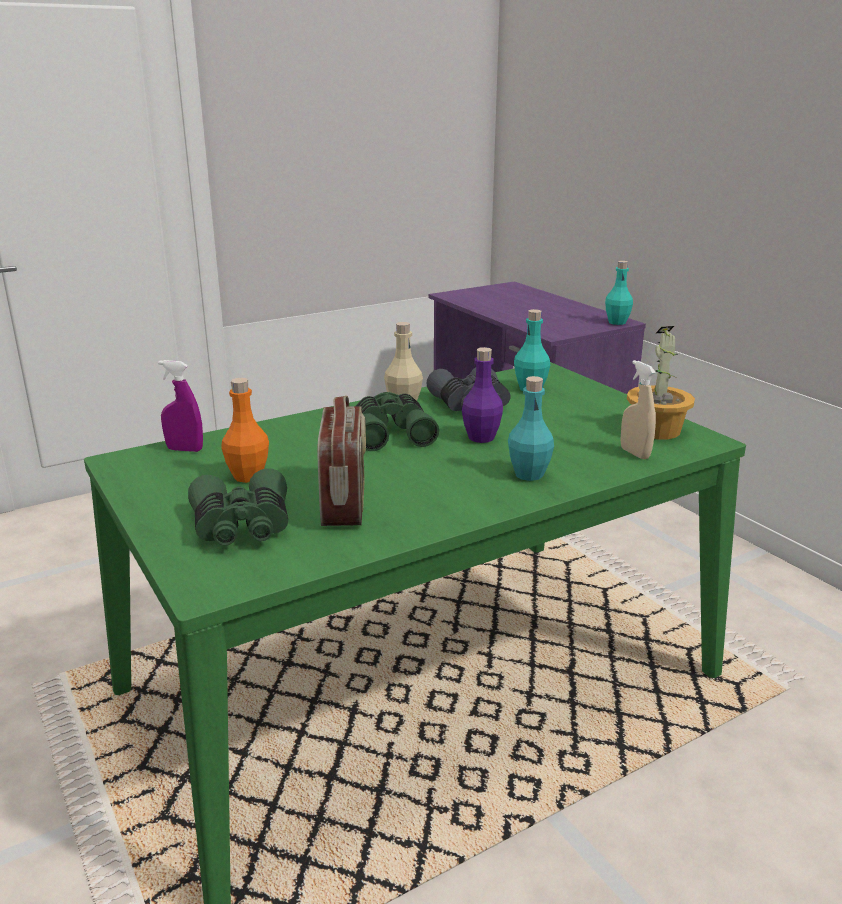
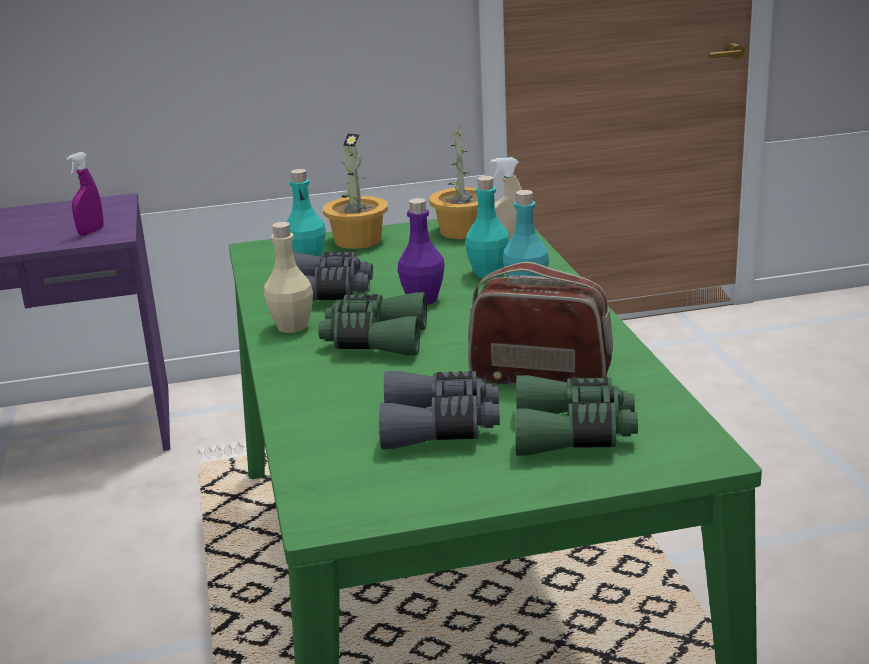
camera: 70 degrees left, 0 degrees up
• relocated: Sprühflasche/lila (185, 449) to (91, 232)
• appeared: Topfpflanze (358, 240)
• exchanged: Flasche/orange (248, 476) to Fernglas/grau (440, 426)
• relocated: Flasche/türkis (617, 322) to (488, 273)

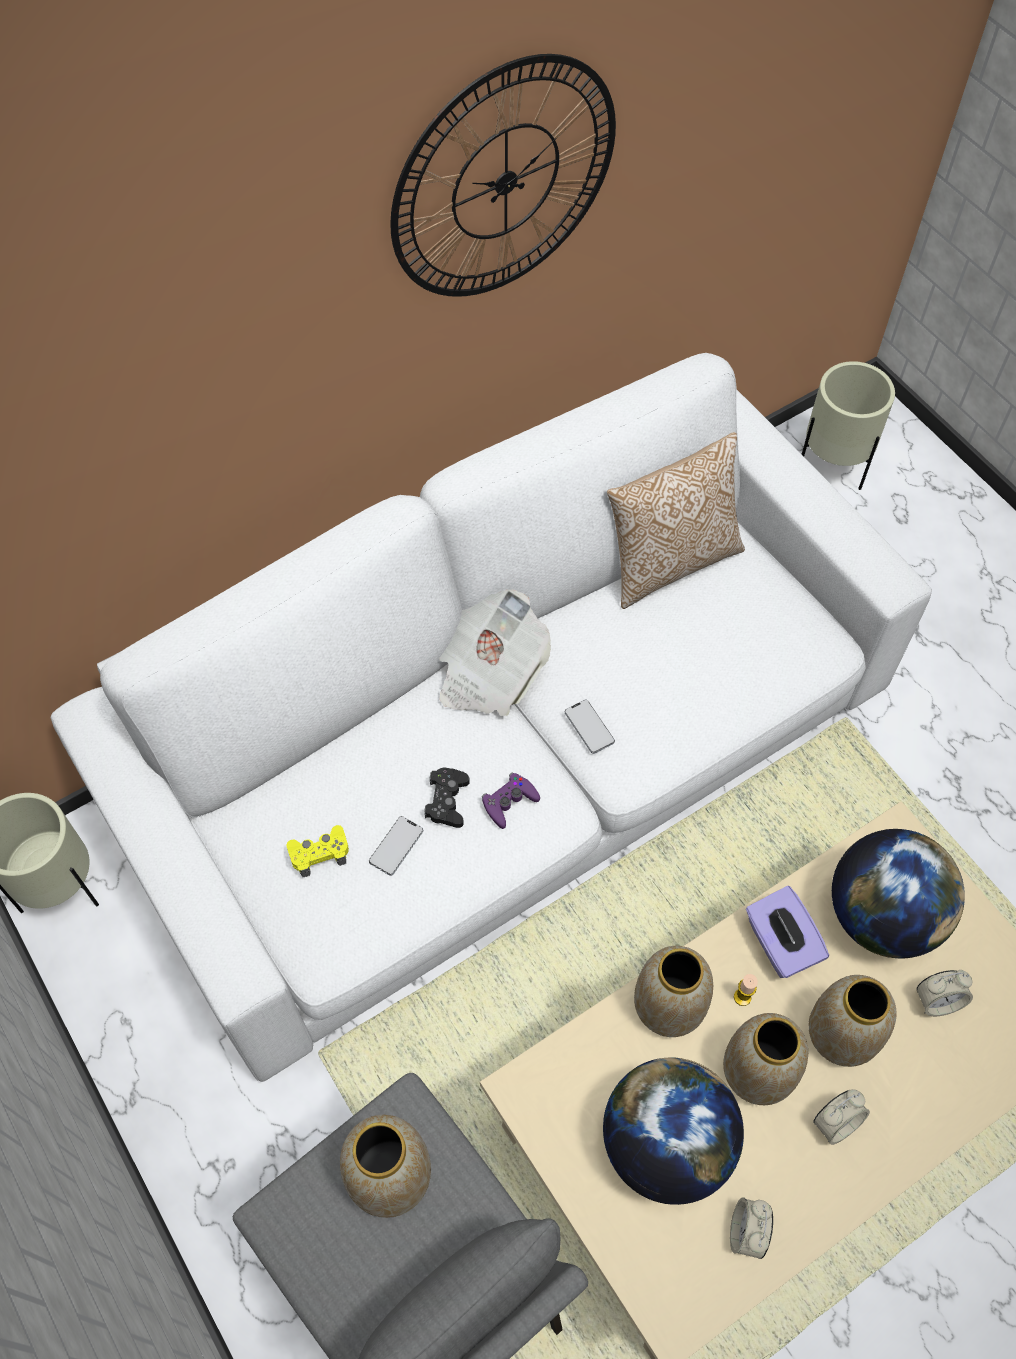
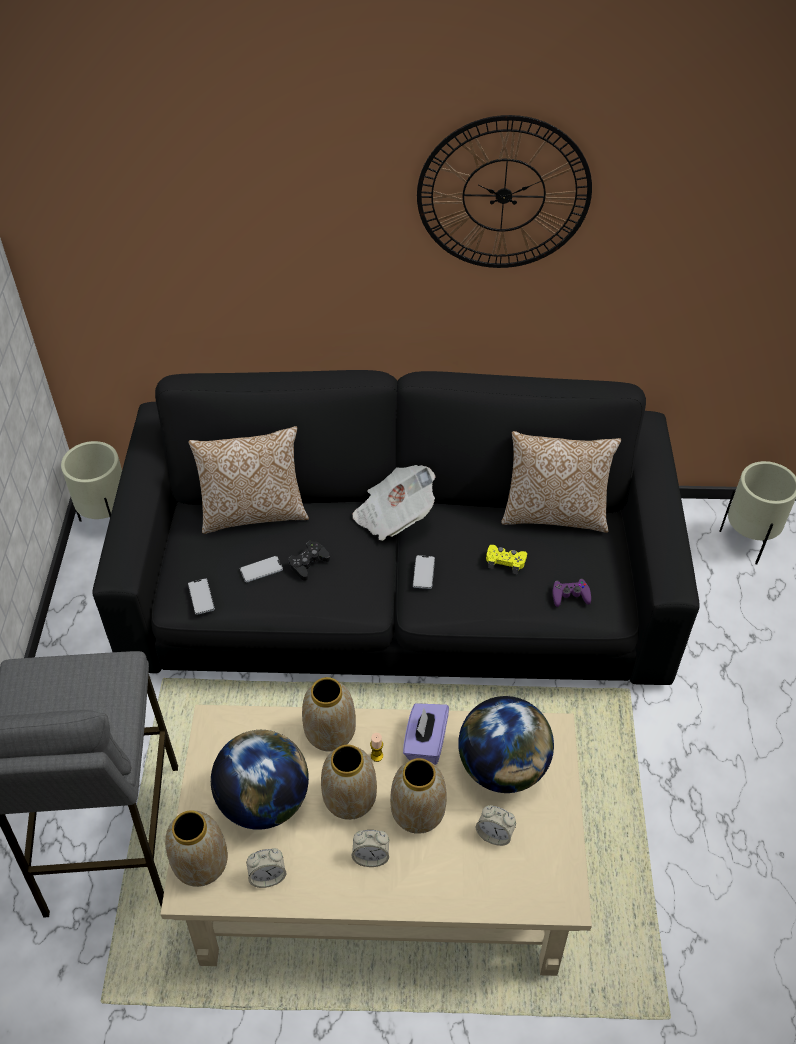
camera: 35 degrees right, 10 degrees down
• colour: Sofa/weiß (507, 751) to Sofa/schwarz (398, 588)
• relocated: Vase (389, 1175) to (202, 863)
• appeared: Kissen (254, 513)
• appeared: Handy (201, 597)
• spun: Wecker (747, 1232) = (267, 876) 150 degrees counterclockwise
• relocated: Gamepad/gelb (319, 853) to (505, 561)
• relocated: Gamepad/lila (509, 802) to (570, 595)

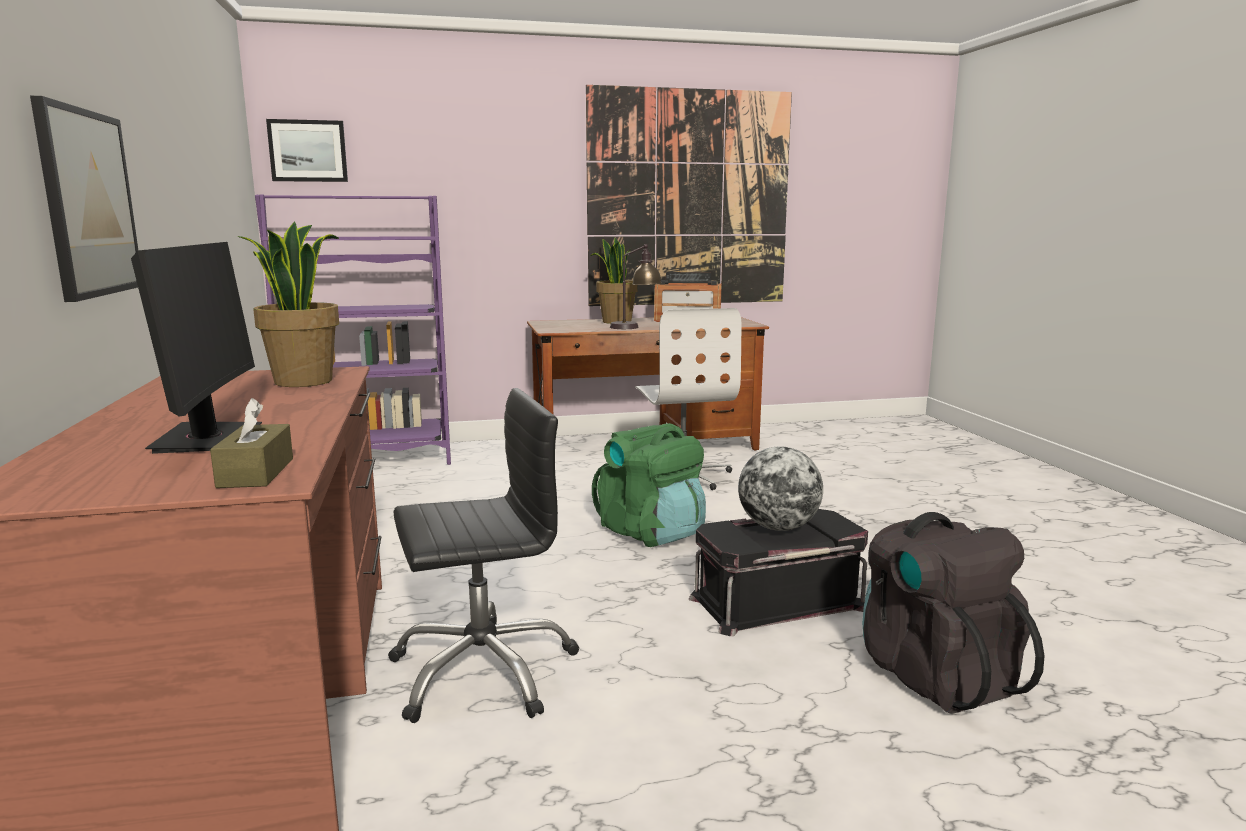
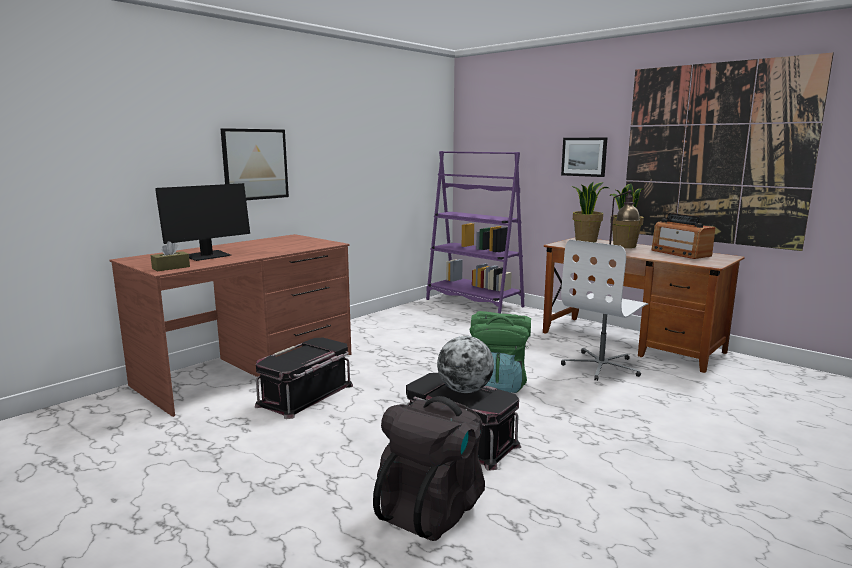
camera: 55 degrees right, 0 degrees up
• exchanged: Bürostuhl/schwarz (482, 670) to Aufbewahrungsbox/schwarz (306, 395)
• relocated: Bild (308, 151) to (584, 157)
• relocated: Topfpflanze (303, 381) to (586, 241)

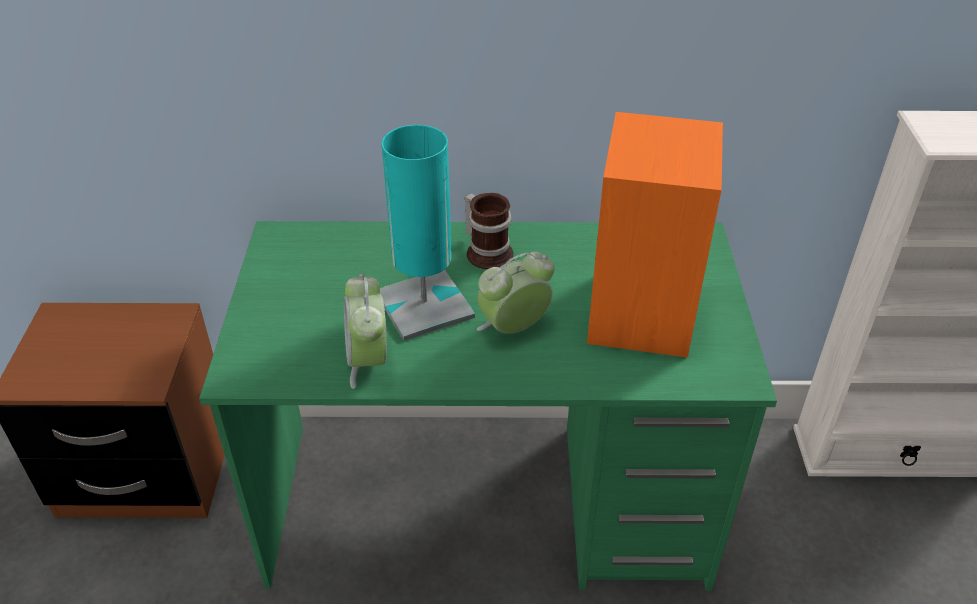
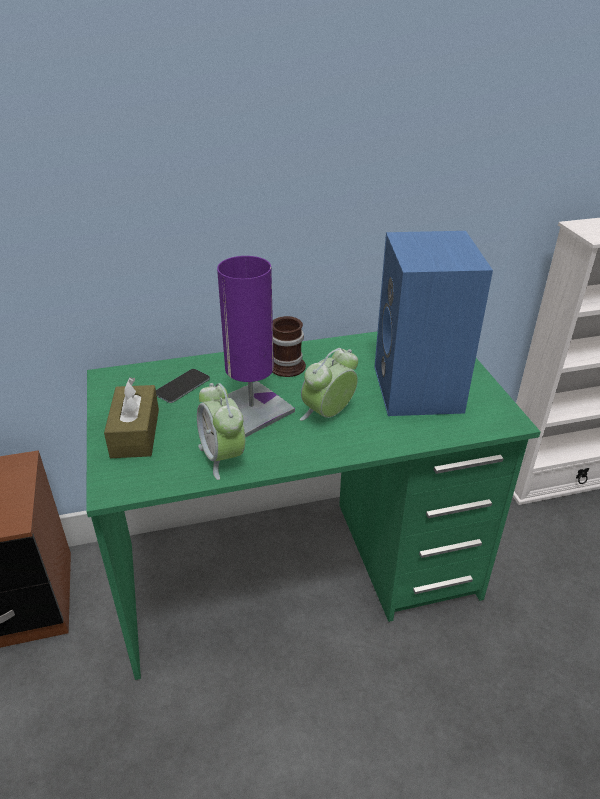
camera: 15 degrees left, 5 degrees down
• appeared: Taschentuchbox/braun (135, 433)
• appeared: Handy (182, 386)
• colour: Tischlampe/türkis (424, 305) to Tischlampe/lila (251, 409)
• colour: Lautsprecher/orange (643, 315) to Lautsprecher/blau (420, 390)

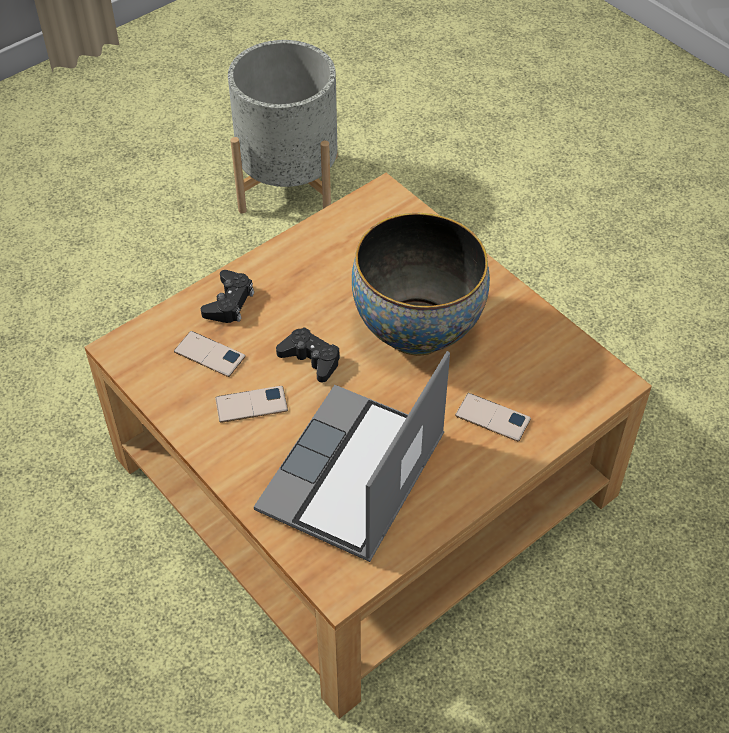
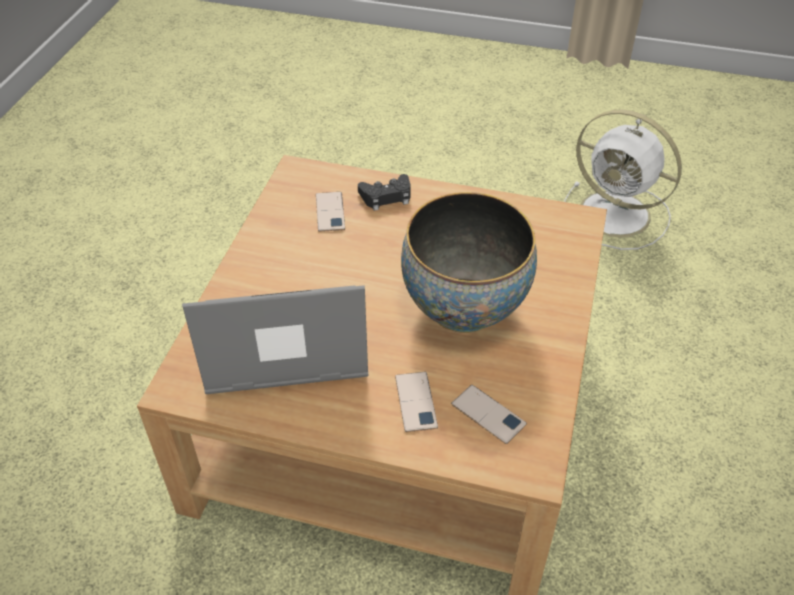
camera: 55 degrees right, 5 degrees down
• relocated: Handy (251, 404) to (488, 414)
• exchanged: Pflanzkübel/grau (289, 183) to Ventilator/weiß (617, 215)
• missing: Gamepad/schwarz (311, 359)

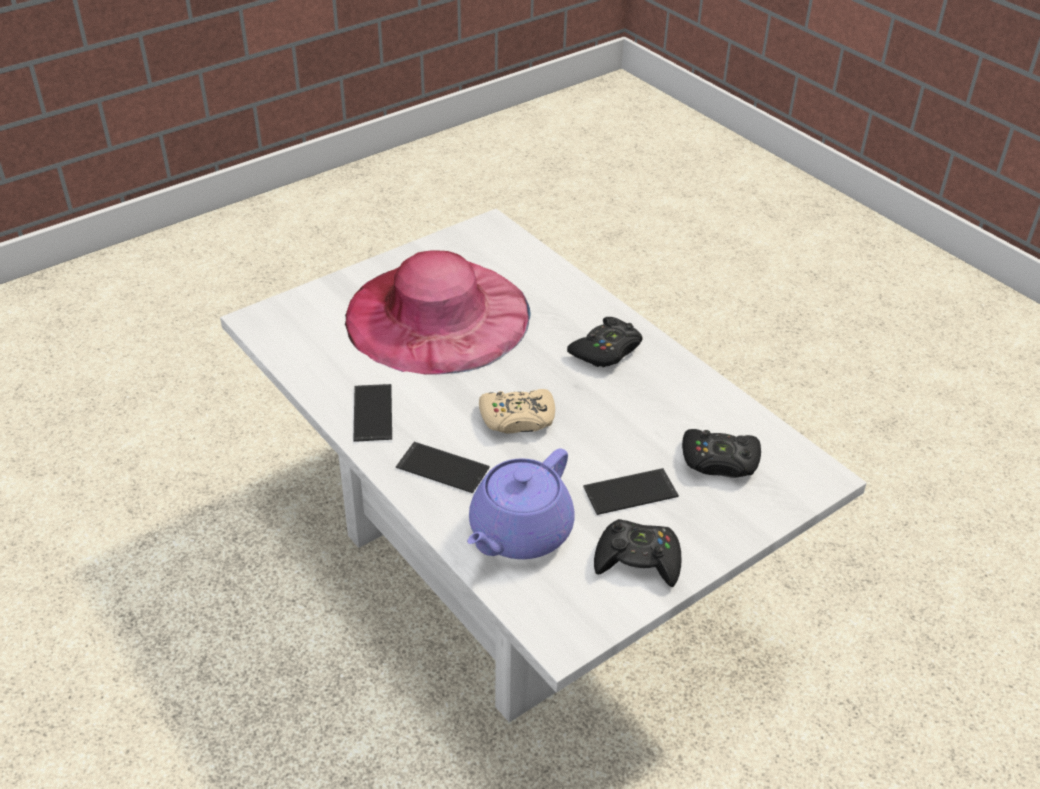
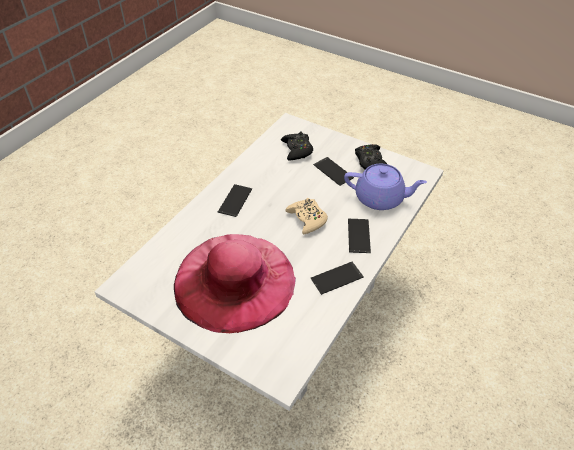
camera: 110 degrees left, 5 degrees up
• exchanged: Gamepad/schwarz (606, 350) to Handy (235, 200)

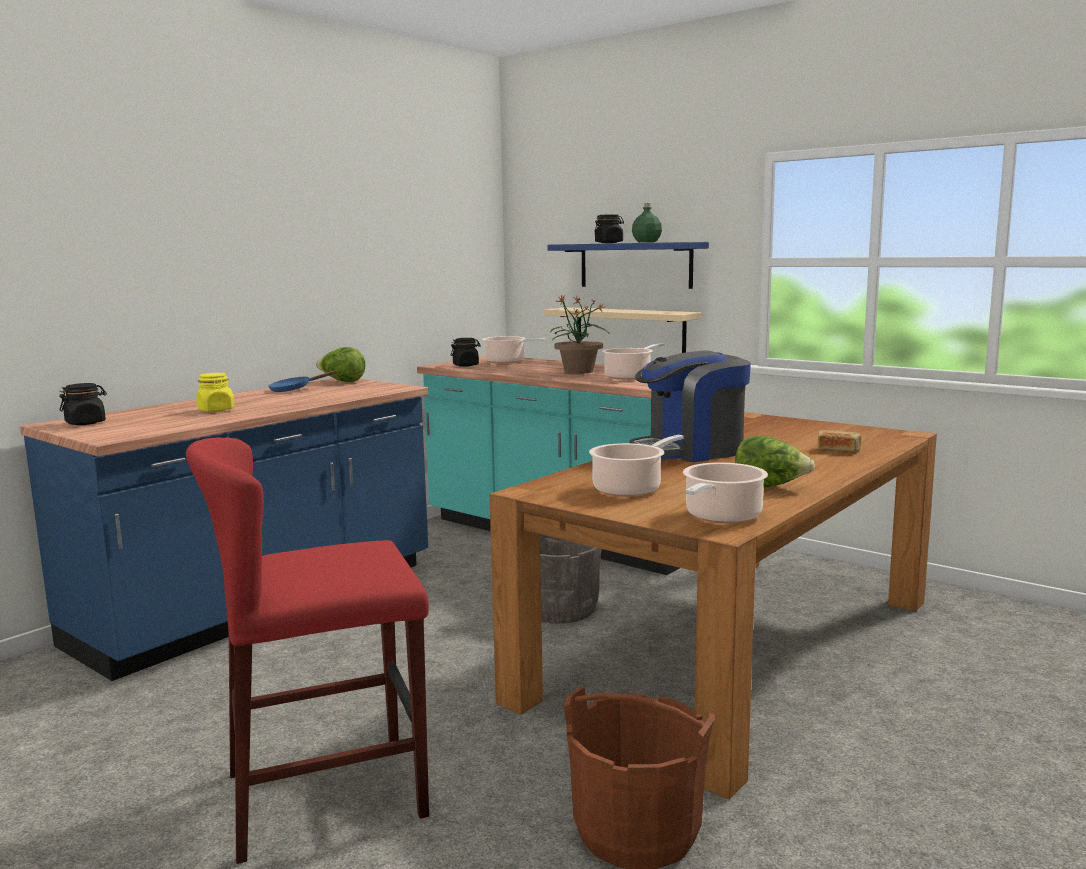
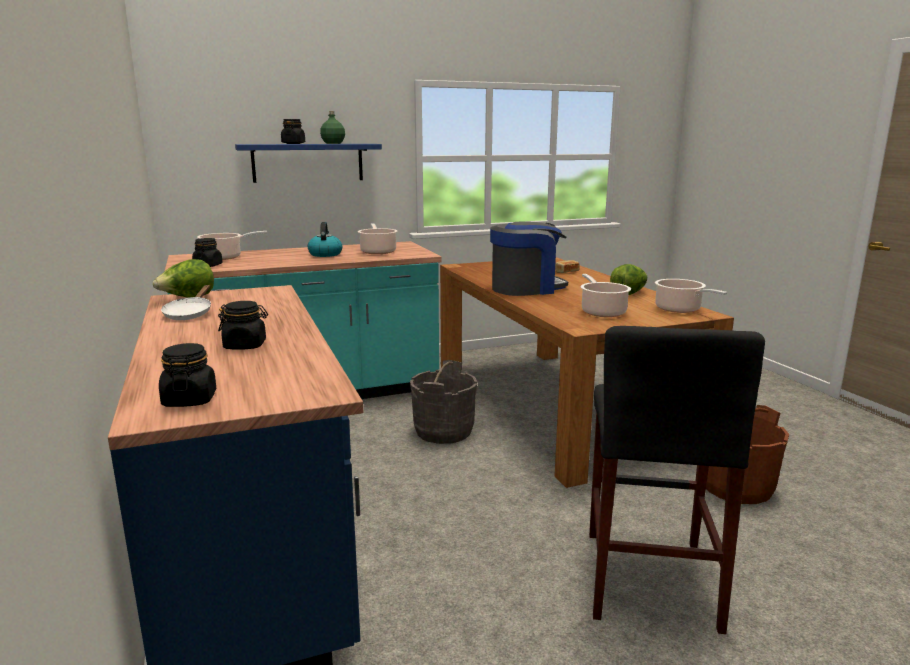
camera: 60 degrees left, 5 degrees up
• colour: Pfanne/blau (294, 389) to Pfanne/weiß (189, 314)
• colour: Vorratsglas/gelb (216, 410) to Vorratsglas/schwarz (245, 345)
• exchanged: Topfpflanze (578, 371) to Wasserkessel (325, 254)
• spun: Kaffeemaschine (691, 450) = (526, 288) 120 degrees counterclockwise
• colour: Hocker/rot (326, 794) to Hocker/schwarz (649, 578)
• missing: Wandregal/beige (629, 331)

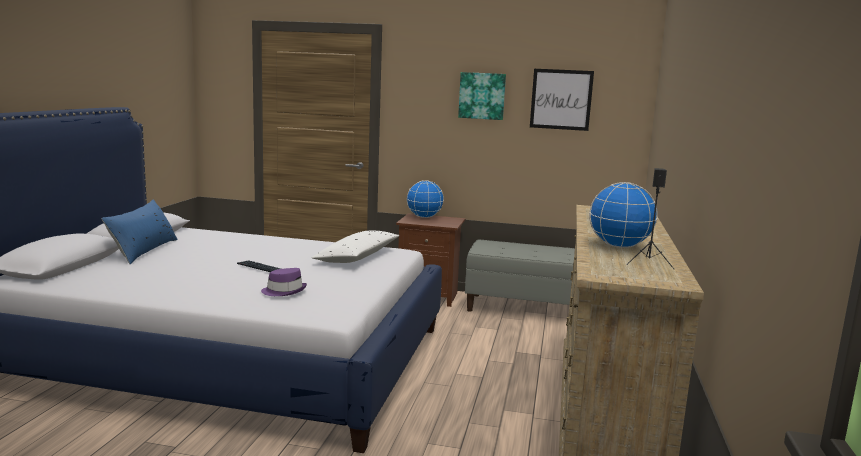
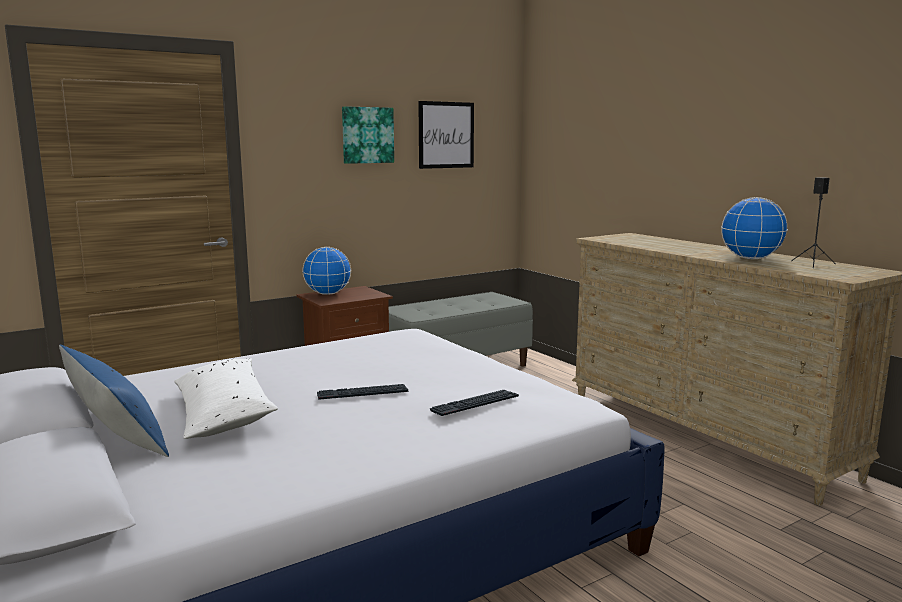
camera: 45 degrees left, 0 degrees up
• relocated: Kissen/weiß (357, 257) to (223, 413)
• exchanged: Hut/lila (284, 291) to Tastatur (475, 404)

